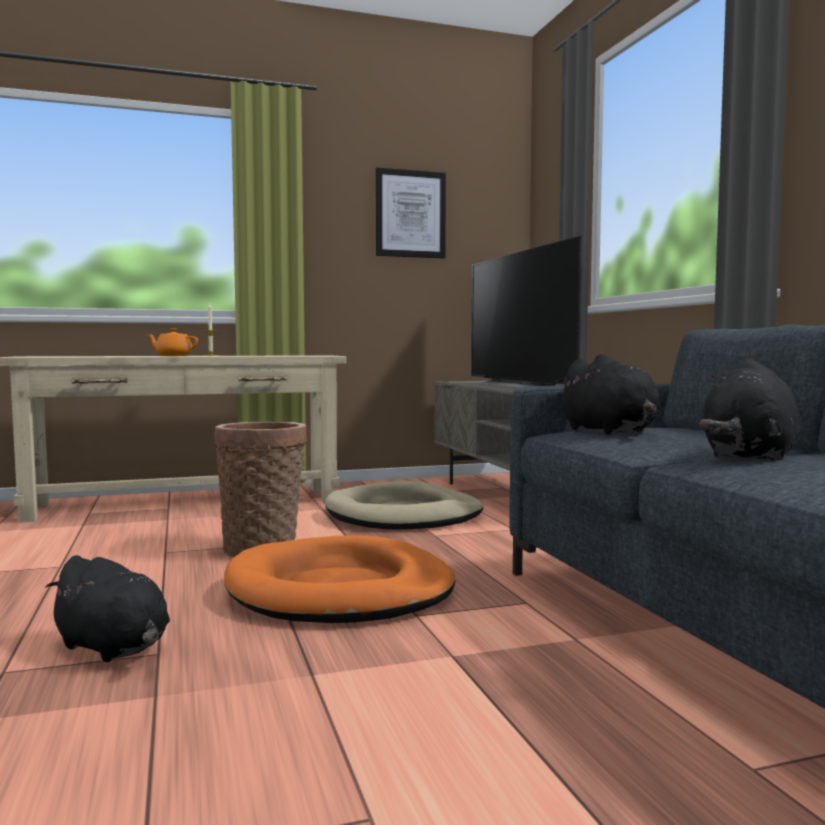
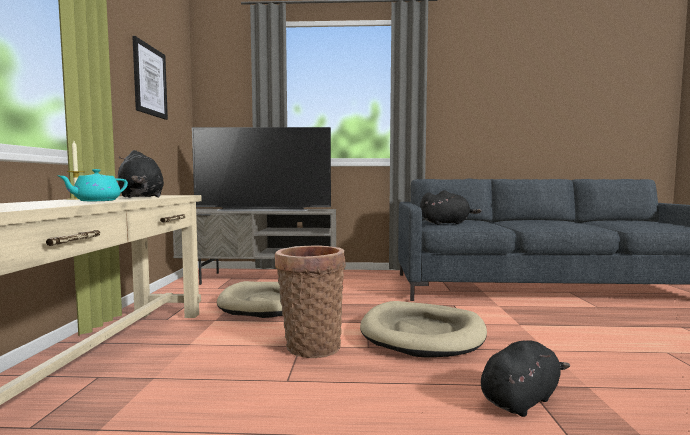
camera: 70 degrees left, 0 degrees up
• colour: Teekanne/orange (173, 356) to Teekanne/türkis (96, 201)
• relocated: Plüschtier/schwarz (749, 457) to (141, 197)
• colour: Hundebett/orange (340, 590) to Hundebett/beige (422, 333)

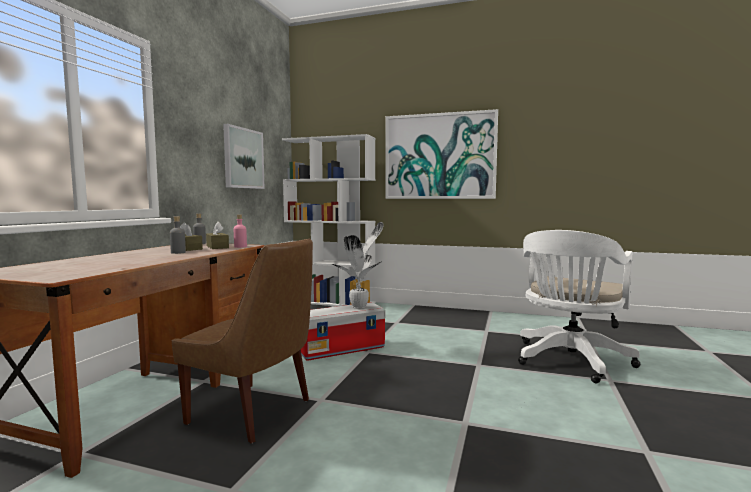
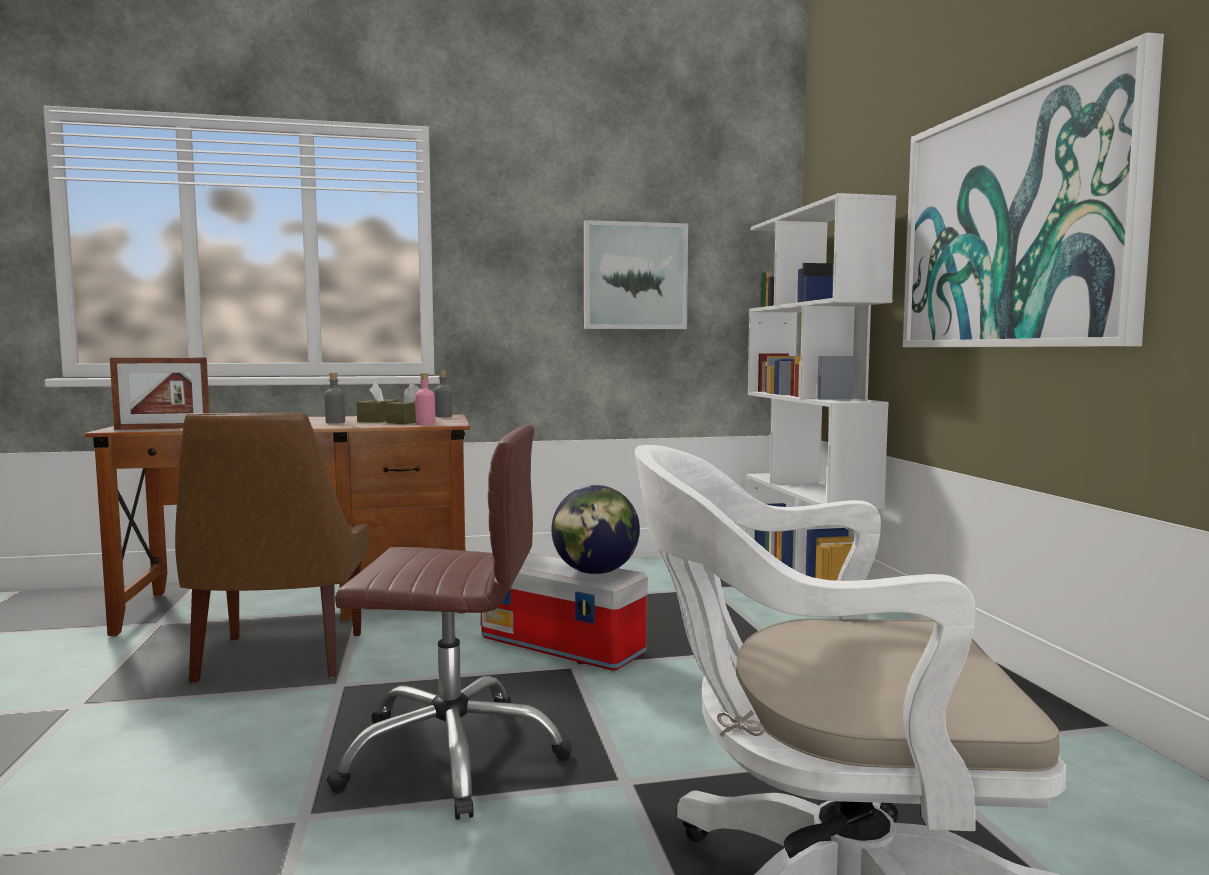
camera: 60 degrees right, 0 degrees up
• appeared: Bilderrahmen (163, 428)
• appeared: Bürostuhl/braun (452, 754)
• exchanged: Topfpflanze (360, 306) to Globus (595, 572)

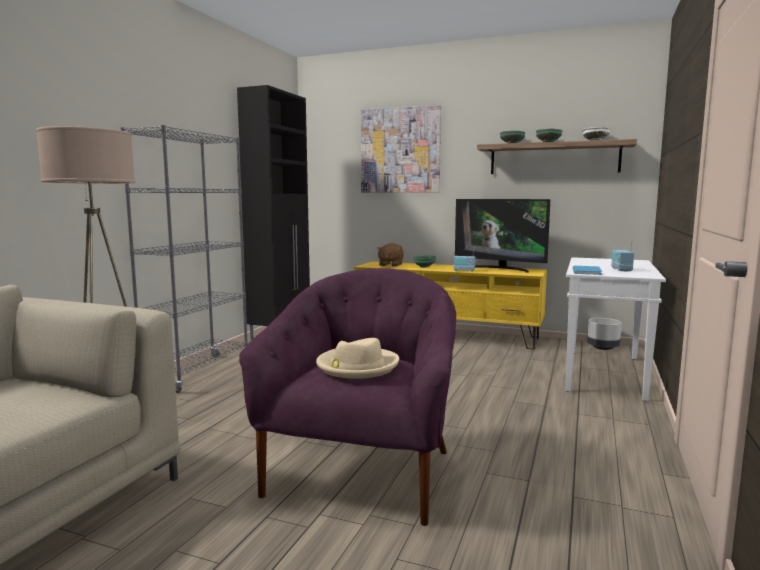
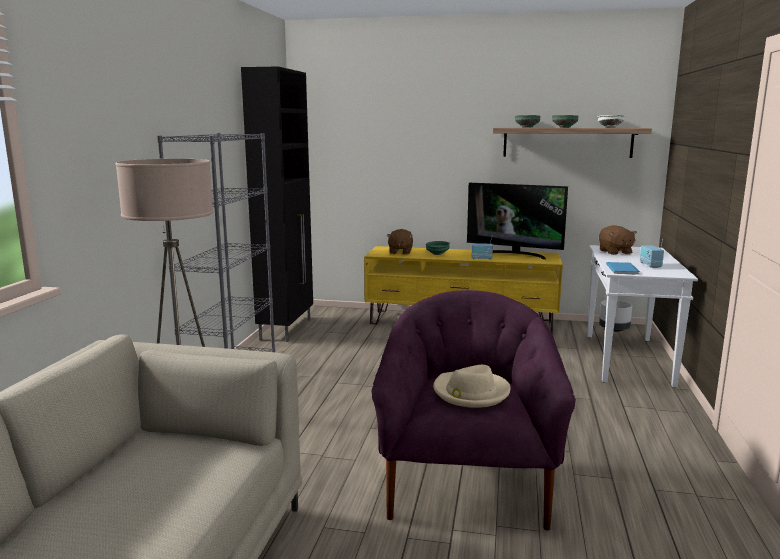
camera: 10 degrees left, 5 degrees up
• appeared: Plüschtier/braun (615, 252)
• missing: Bild (400, 150)

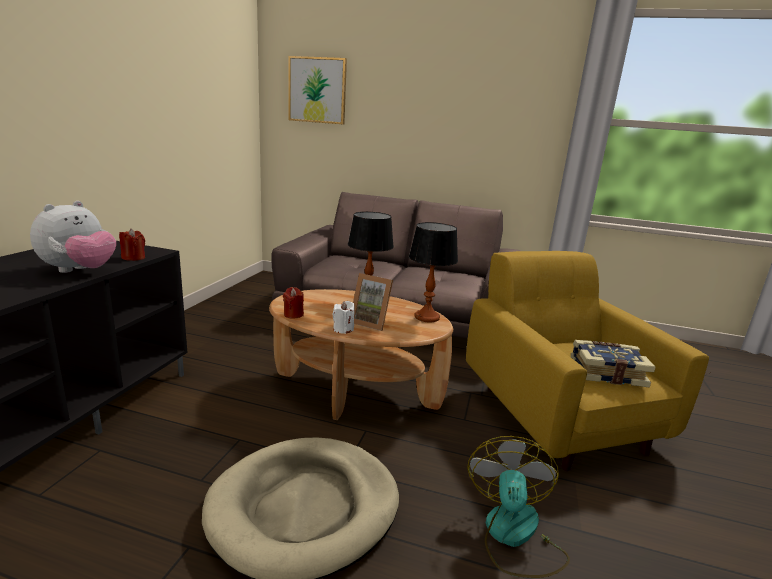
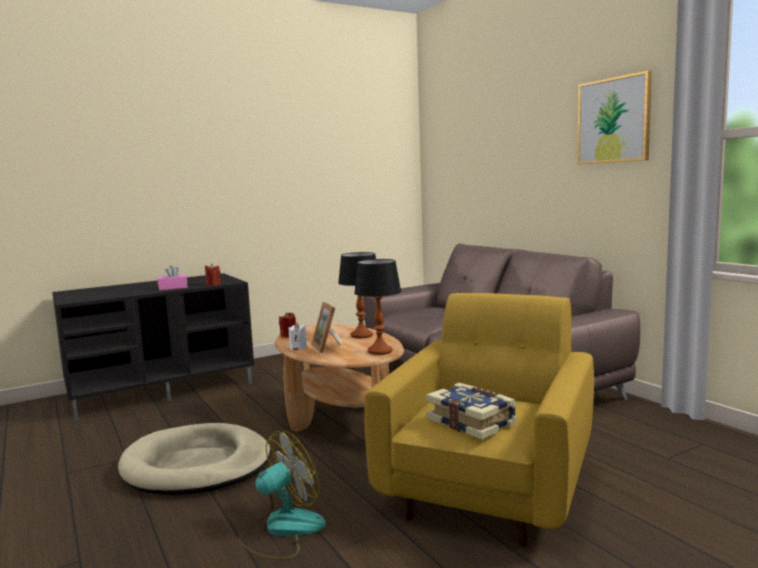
camera: 45 degrees right, 10 degrees down
• exchanged: Plüschtier (80, 271) to Taschentuchbox/rosa (173, 288)
• relocated: Bild (317, 90) to (613, 120)

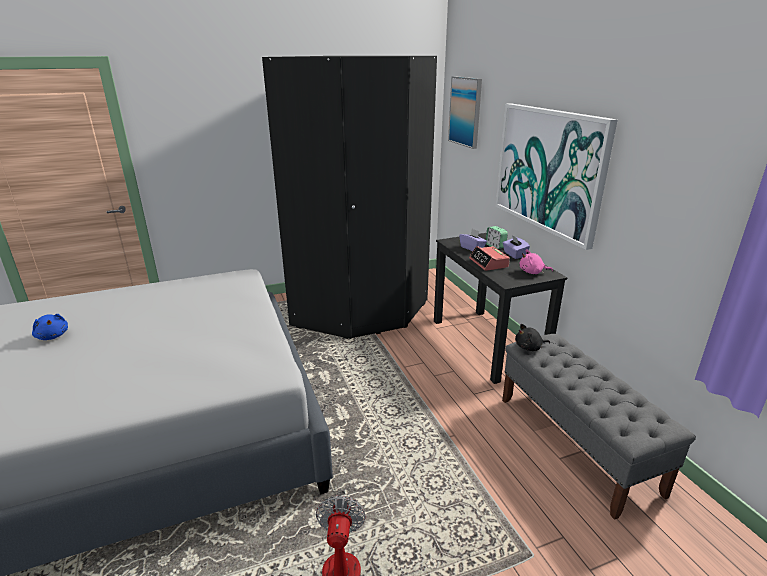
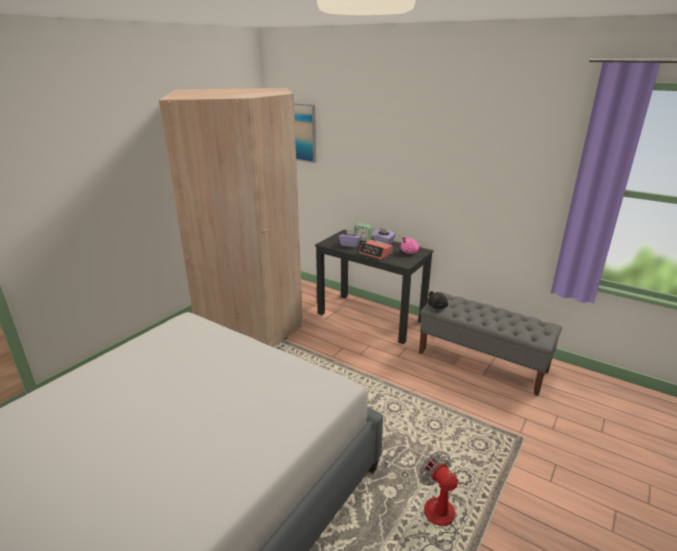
camera: 35 degrees left, 0 degrees up
• colour: Kleiderschrank/schwarz (360, 311) to Kleiderschrank/beige (250, 325)
• missing: Plüschtier/blau (53, 336)
• missing: Bild (548, 170)

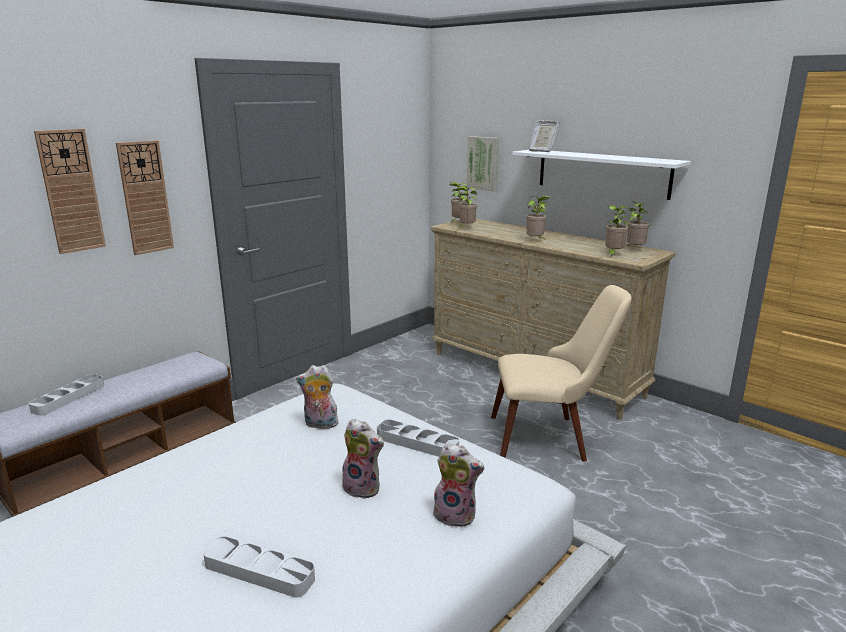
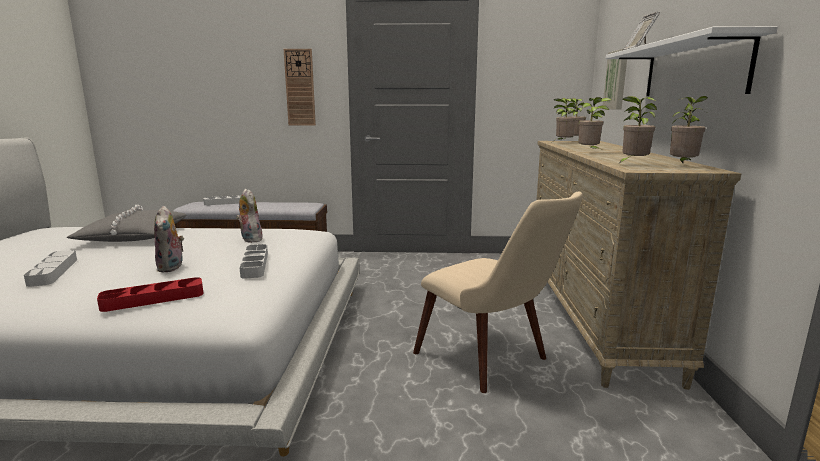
camera: 50 degrees right, 5 degrees down
• appeared: Kissen/grau (133, 236)
• exchanged: Plüschtier (456, 515) to Tablett/rot (153, 299)
• missing: Wanduhr (71, 191)

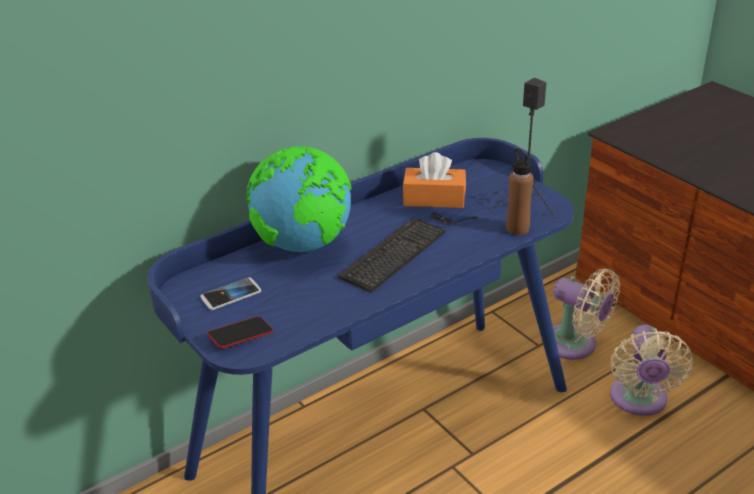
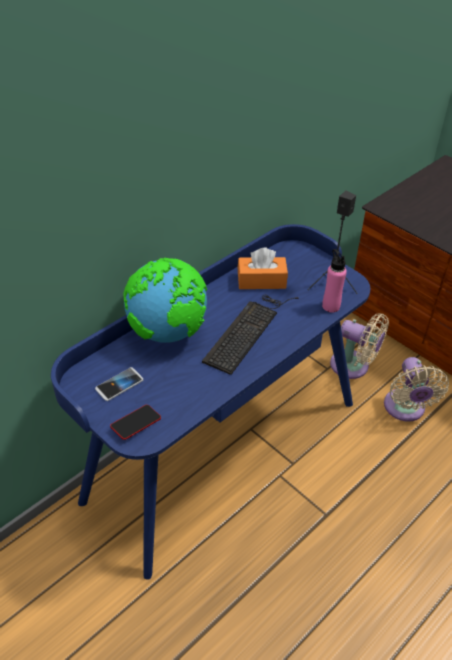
camera: 10 degrees left, 10 degrees up
• colour: Flasche/braun (517, 228) to Flasche/rosa (331, 306)

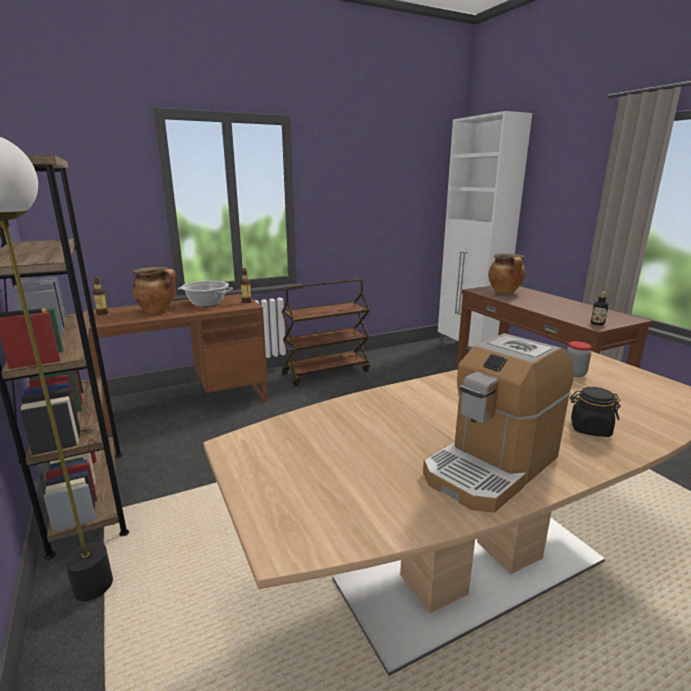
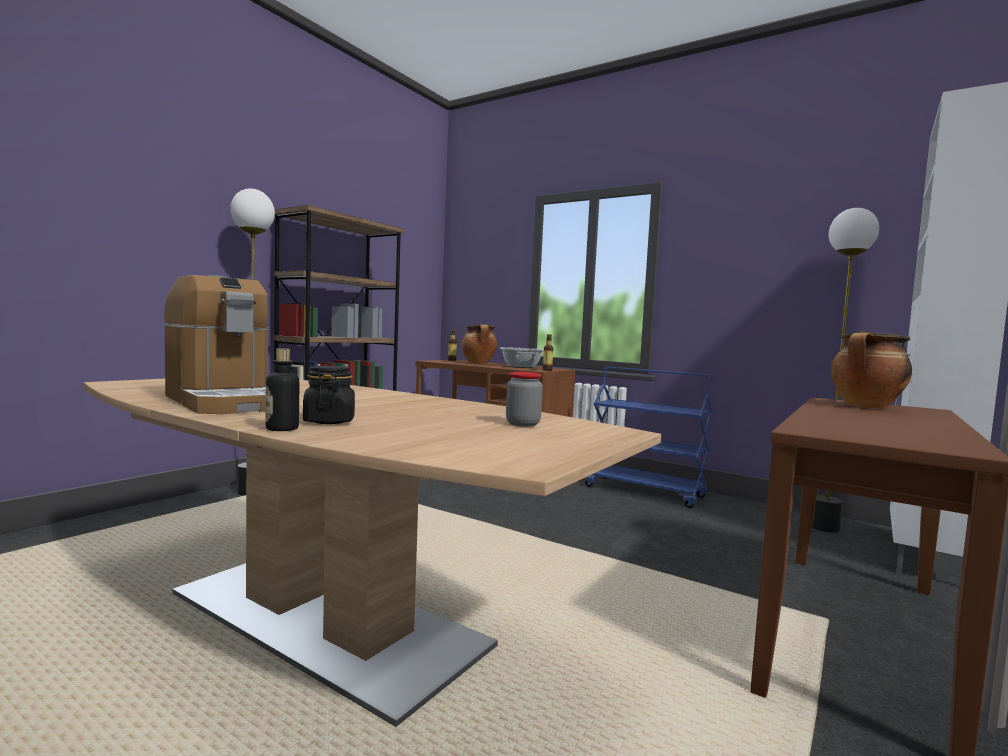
camera: 60 degrees right, 15 degrees down
• spun: Kaffeemaschine (491, 465) = (225, 402) 150 degrees counterclockwise
• relocated: Flasche (597, 323) to (282, 429)
• colour: Rollwagen/braun (326, 372) to Rollwagen/blau (646, 492)
• appeared: Stehlampe (824, 527)

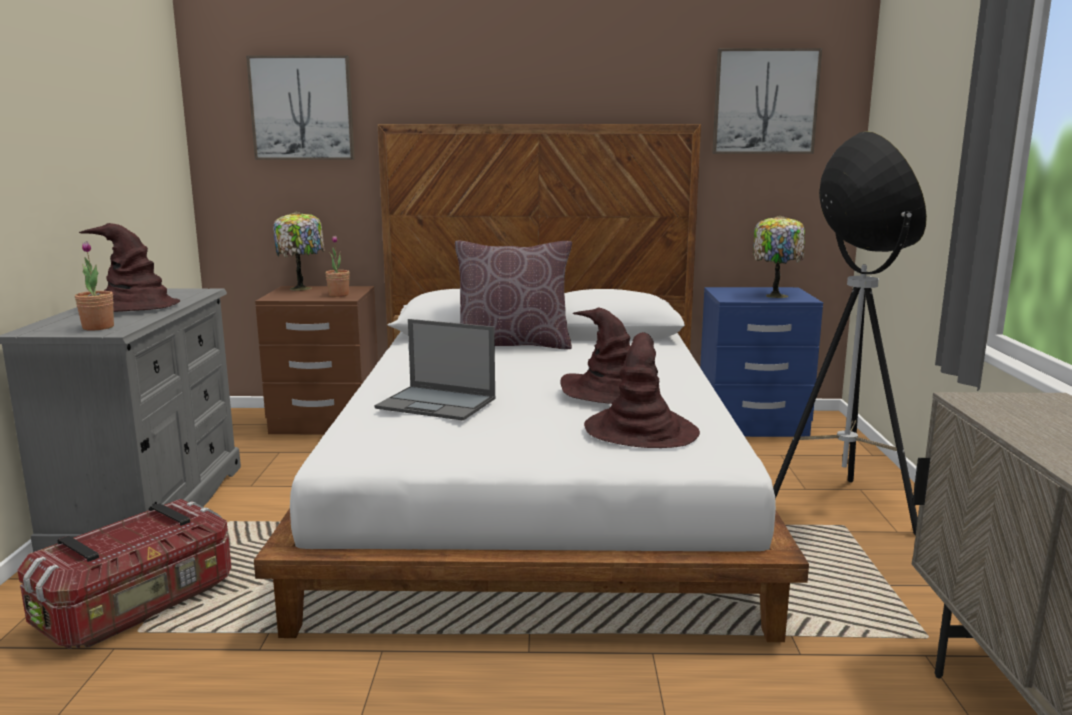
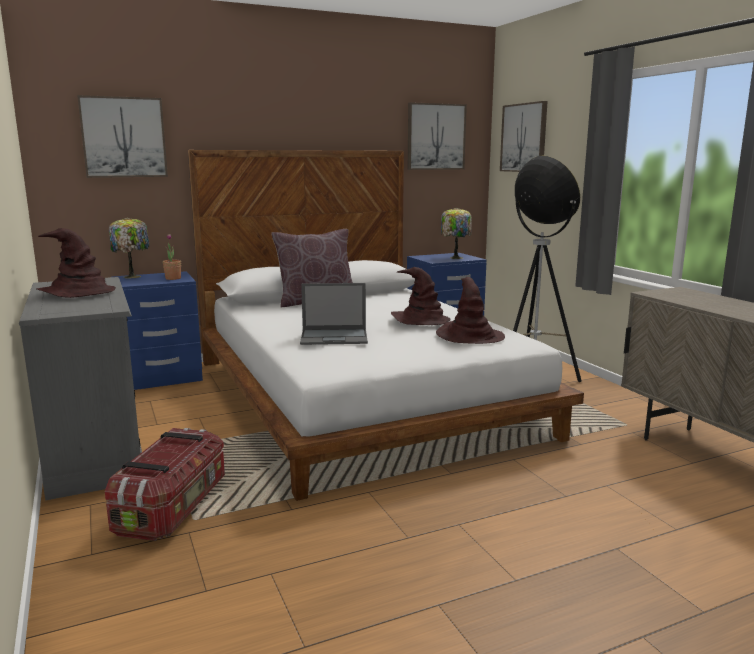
camera: 25 degrees left, 0 degrees up
• colour: Nachttisch/braun (325, 423) to Nachttisch/blau (161, 377)
• appeared: Bild (524, 138)
• missing: Topfpflanze (98, 327)

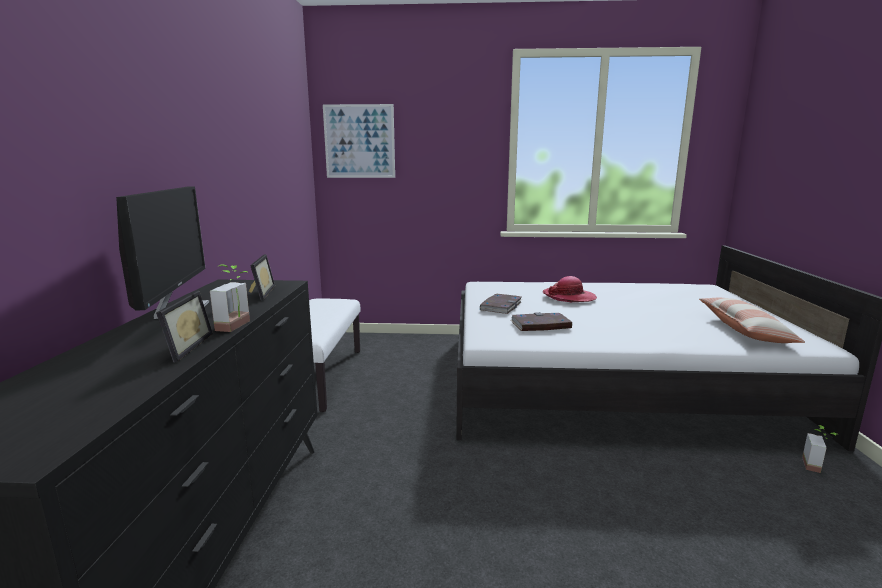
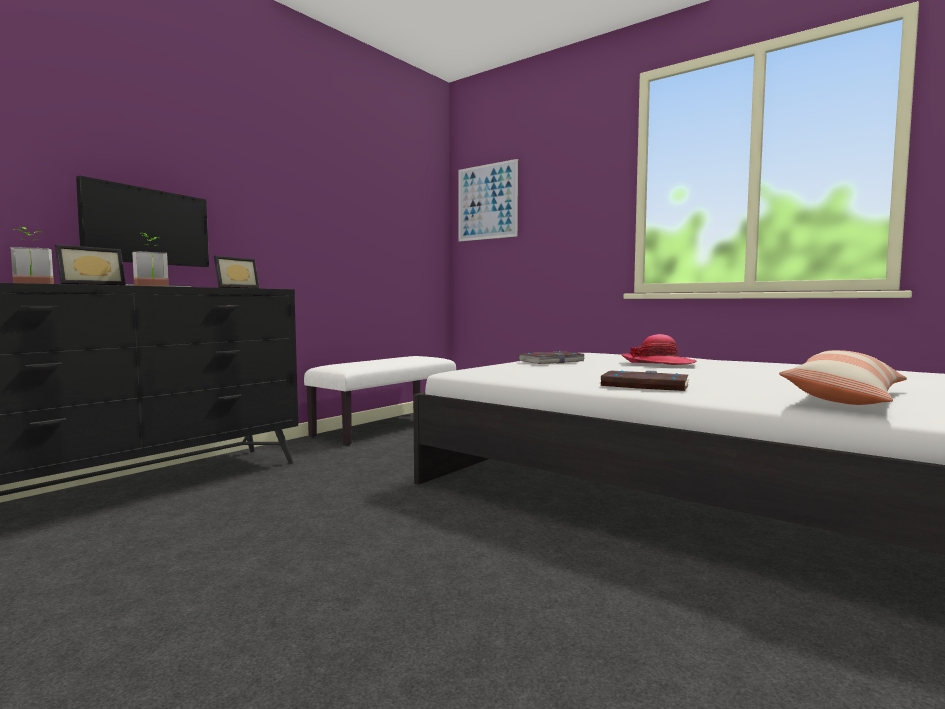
camera: 35 degrees right, 10 degrees down
• relocated: Topfpflanze (817, 466) to (32, 284)
• relocated: Buch (540, 325) to (644, 385)

